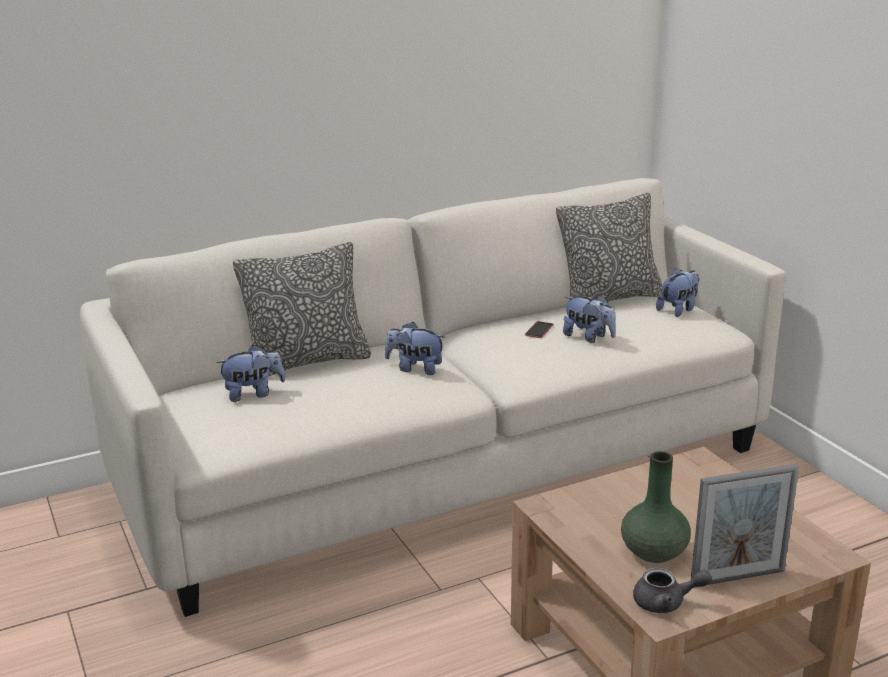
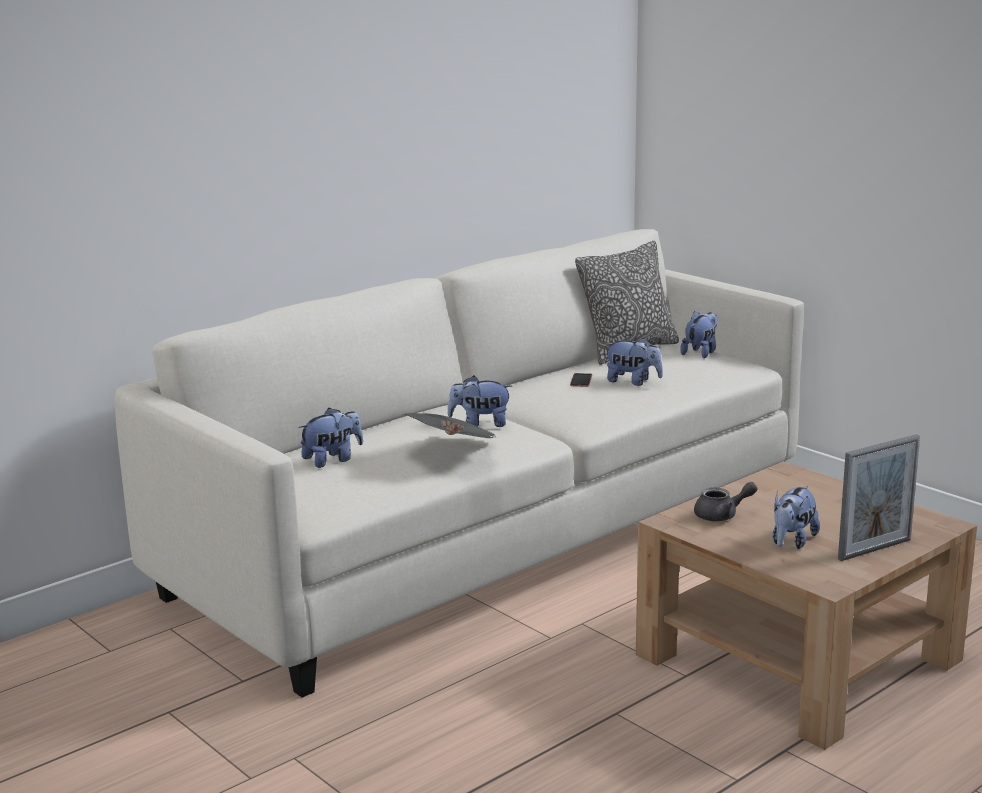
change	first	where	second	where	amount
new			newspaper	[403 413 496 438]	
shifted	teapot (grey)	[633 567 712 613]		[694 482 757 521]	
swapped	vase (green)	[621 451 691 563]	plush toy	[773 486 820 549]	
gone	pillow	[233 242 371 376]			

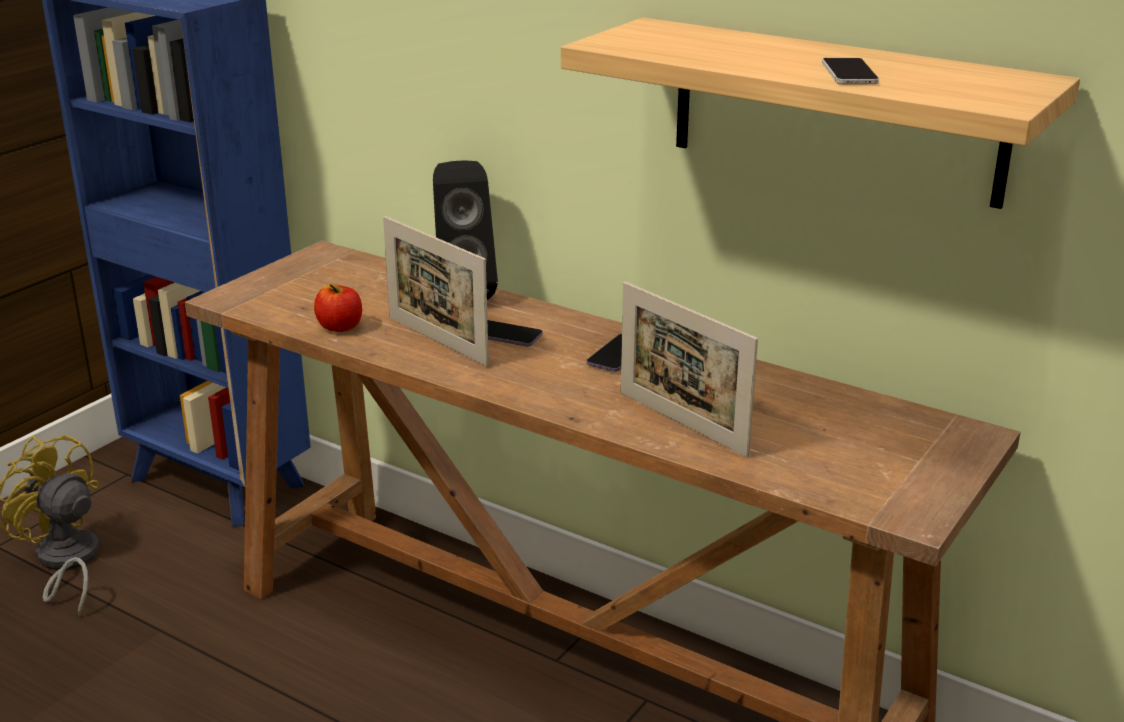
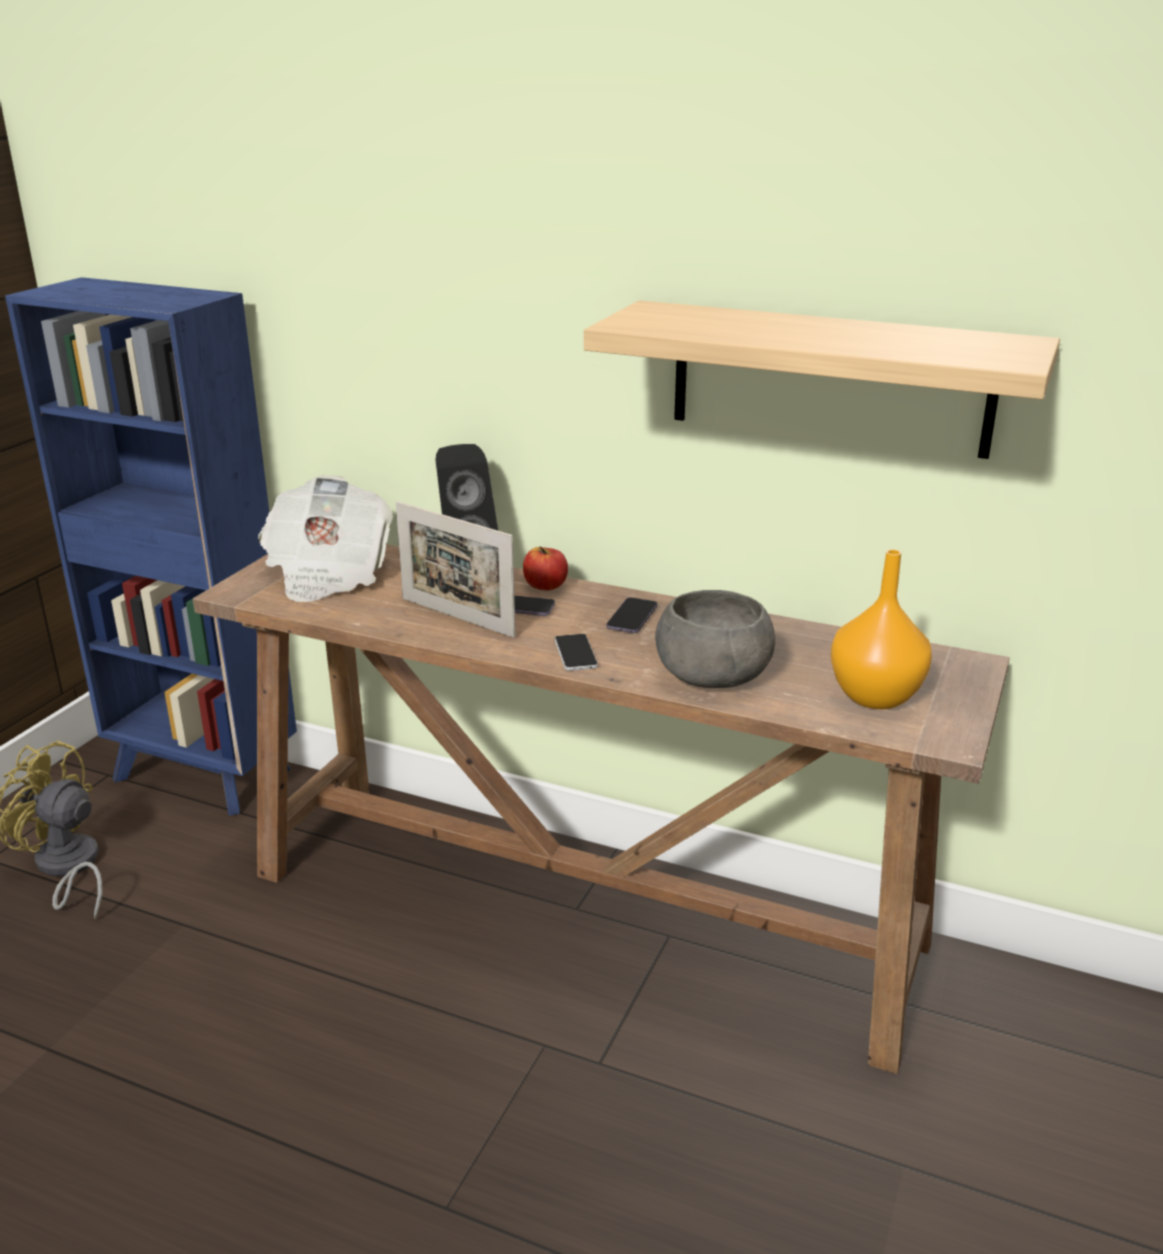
change	first	where	second	where	amount
new			newspaper	[258 475 393 602]	
shifted	apple	[314 284 362 332]		[523 547 568 590]	
shifted	phone	[822 58 879 84]		[555 634 598 671]	
swapped	picture frame	[621 281 758 457]	bowl (grey)	[655 590 775 688]	
new			vase (orange)	[831 549 932 709]	

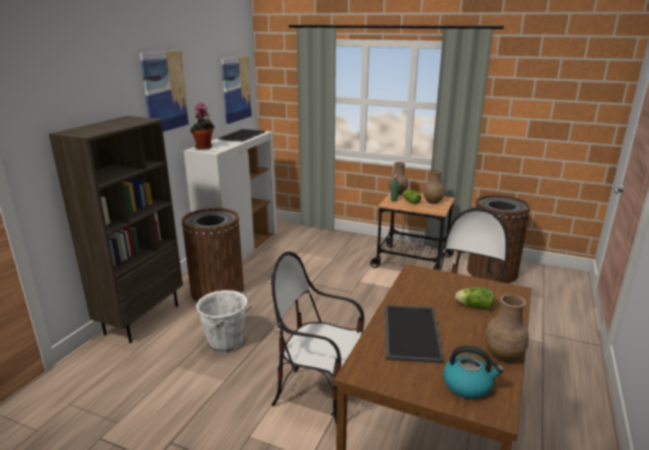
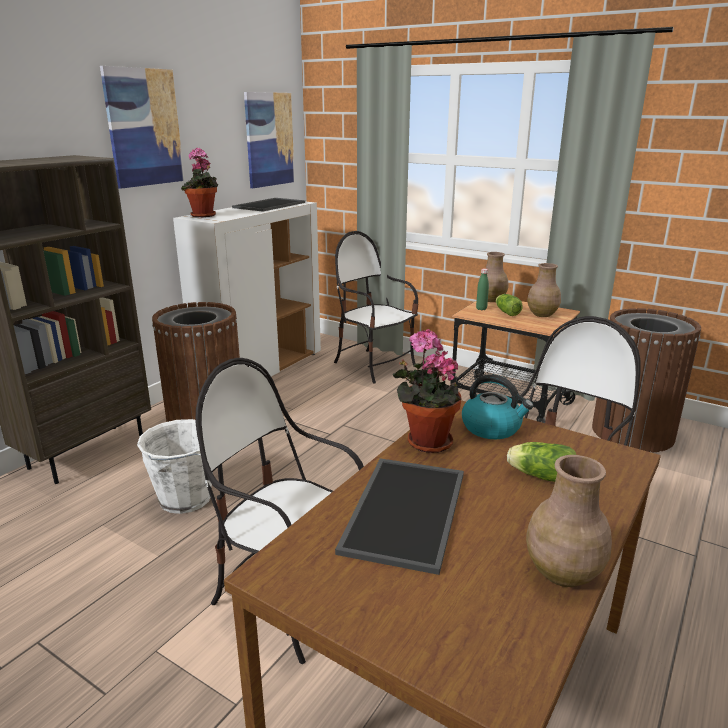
change	first	where	second	where	amount
new			chair	[334 231 418 383]	
new			potted plant	[393 329 461 453]	
shifted	kettle	[443 346 504 399]		[462 374 533 439]	

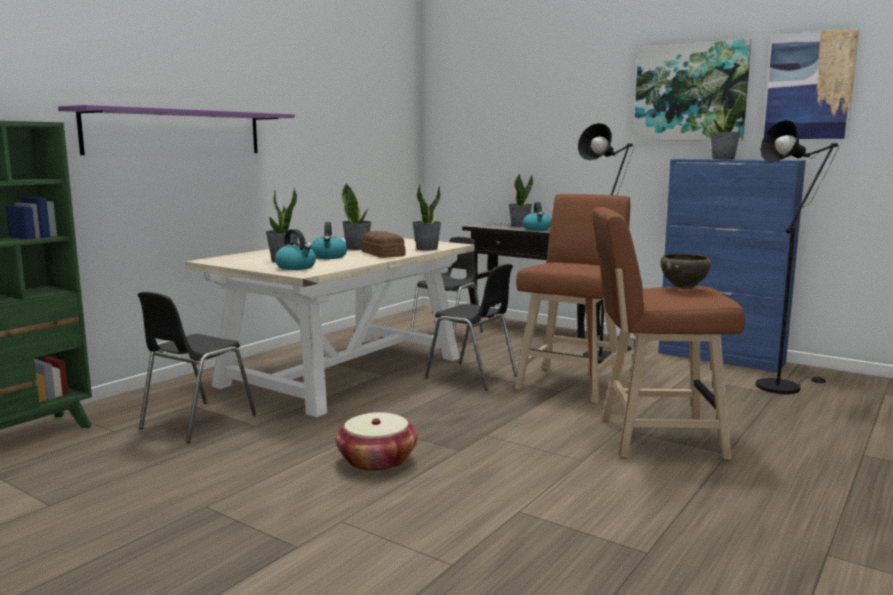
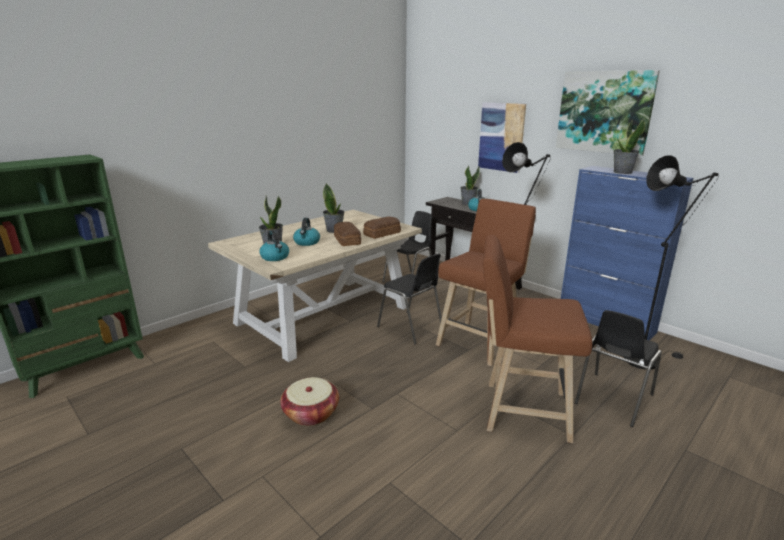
change	first	where	second	where	amount
swapped	potted plant	[412 184 441 250]	bread	[363 217 401 239]	
shifted	picture	[764 28 859 139]		[478 102 526 173]	
shifted	chair (black)	[138 292 257 443]		[575 310 662 427]	
gone	shelf (purple)	[58 105 295 155]			
gone	bowl (brown)	[661 254 711 289]			

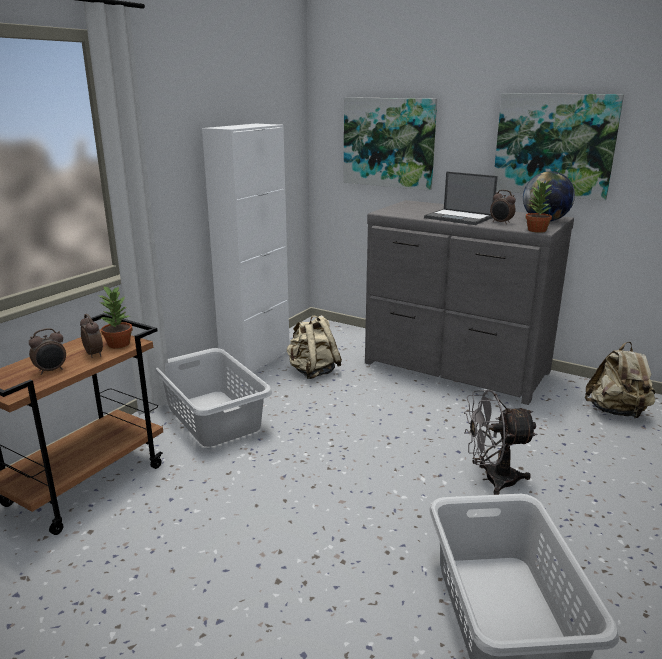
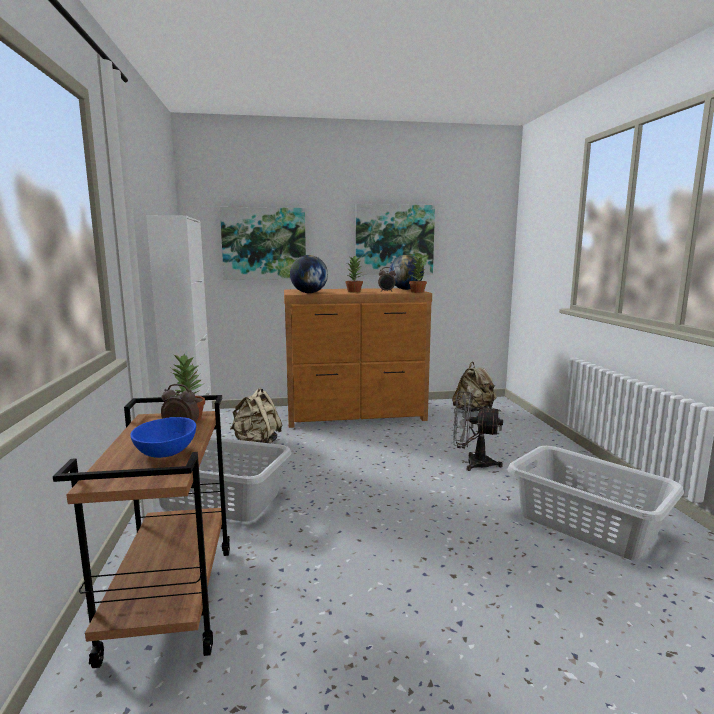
change	first	where	second	where	amount
swapped	alarm clock	[29 328 66 375]	bowl (blue)	[130 417 196 458]	
repainted	dresser (grey)	[365 200 574 405]	dresser (brown)	[284 288 432 428]	
new			globe	[290 255 328 293]	
swapped	laptop	[424 171 498 225]	potted plant	[345 255 363 293]	
rotated	fan (grey)	[464 390 537 495]		[453 392 503 471]	60 degrees clockwise

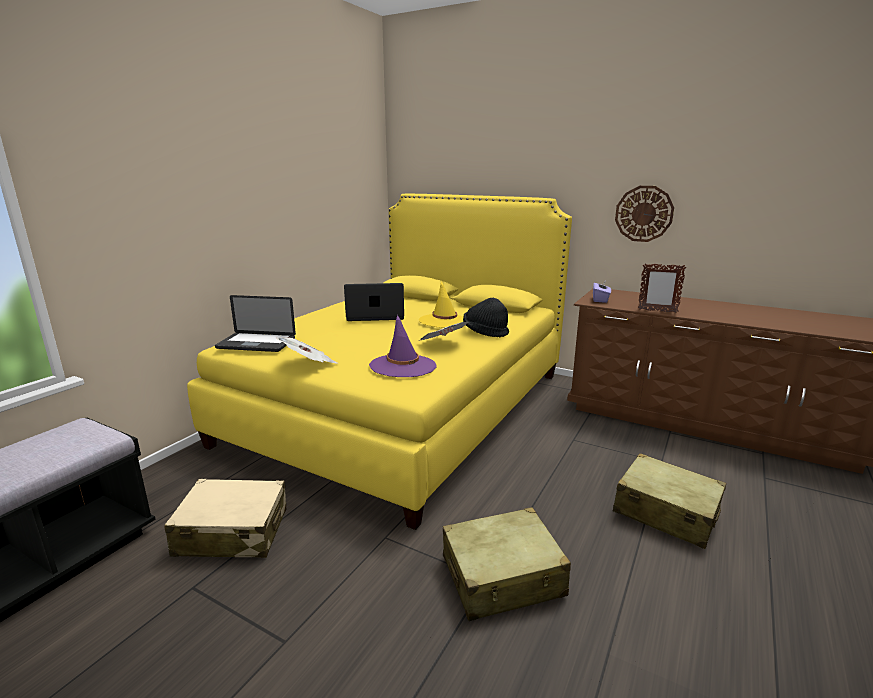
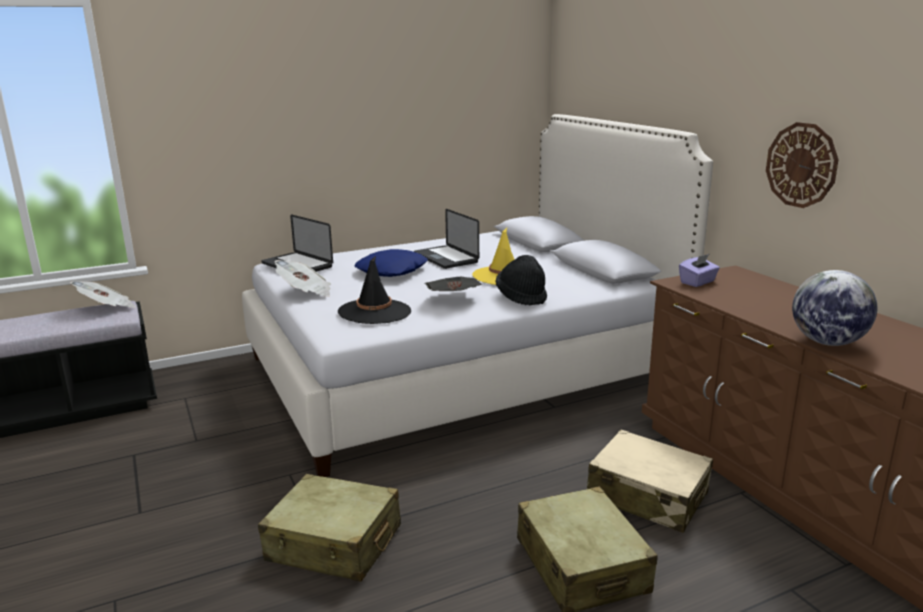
change	first	where	second	where	amount
new			newspaper	[70 281 136 308]	
repainted	bed (yellow)	[187 194 572 530]	bed (white)	[242 114 713 477]	
repainted	hat (purple)	[369 315 437 377]	hat (black)	[338 256 411 324]	
new			pillow (blue)	[354 249 428 277]	
rotated	laptop	[344 283 404 321]		[414 209 479 269]	150 degrees counterclockwise
shifted	suitcase (beige)	[165 479 286 558]		[587 429 713 533]	
new			globe	[792 270 877 346]	
gone	picture frame	[638 263 686 313]			

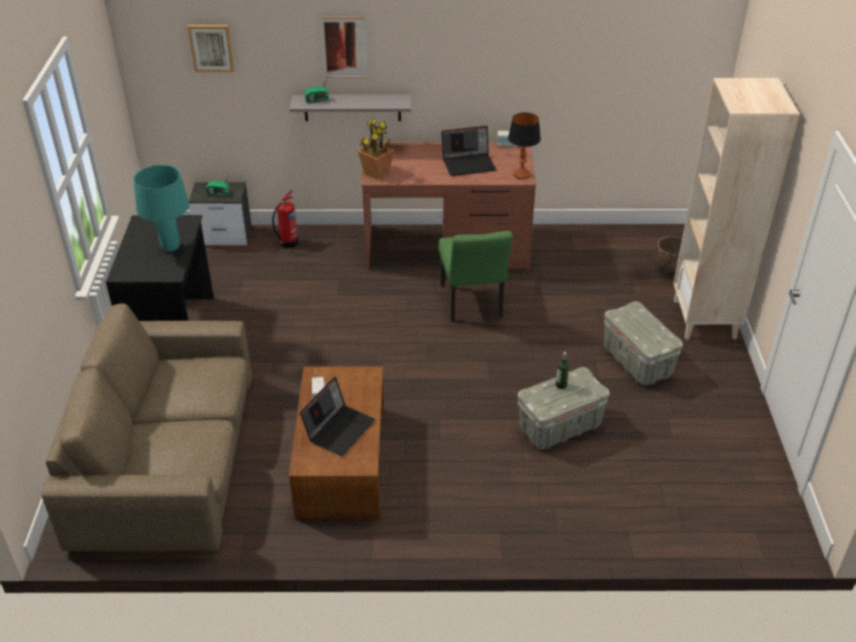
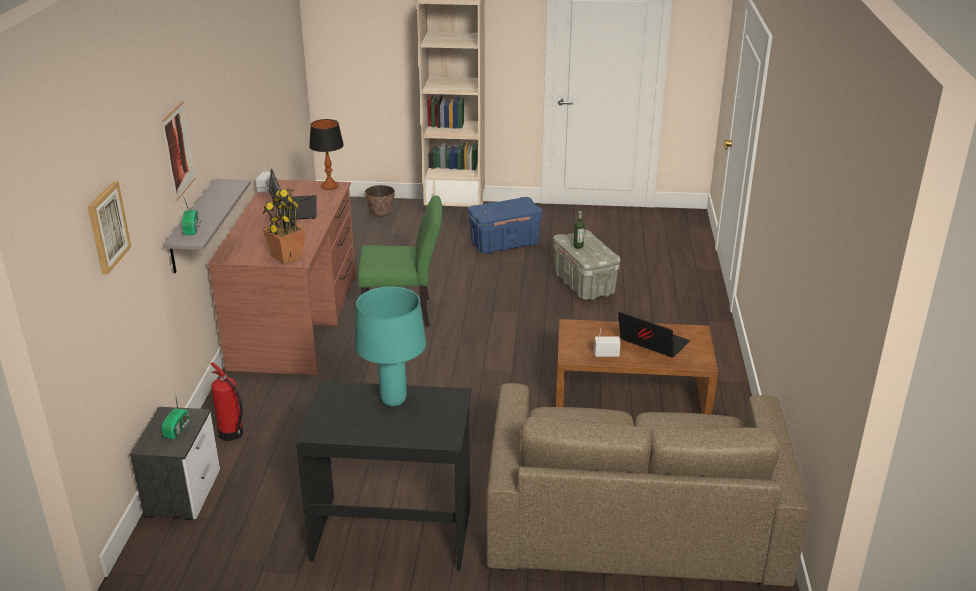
change	first	where	second	where	amount
repainted	storage box (grey)	[604 301 683 385]	storage box (blue)	[468 197 543 254]	

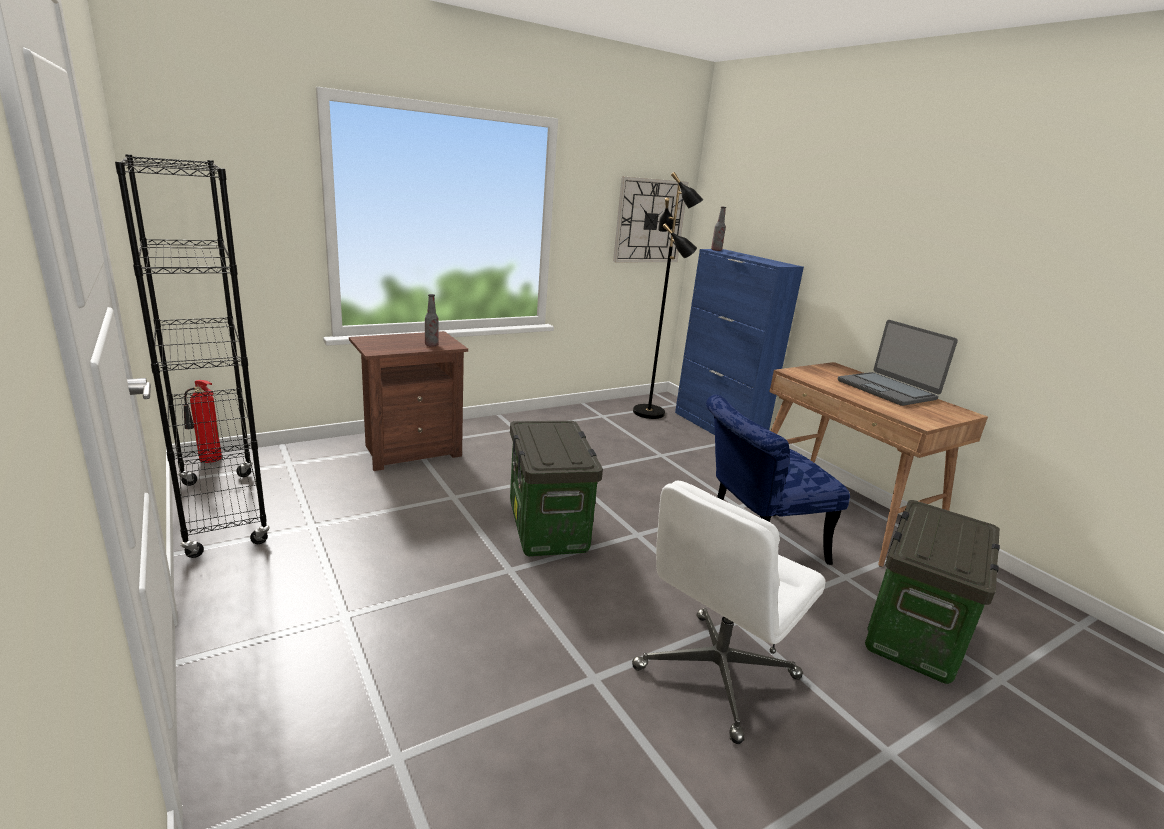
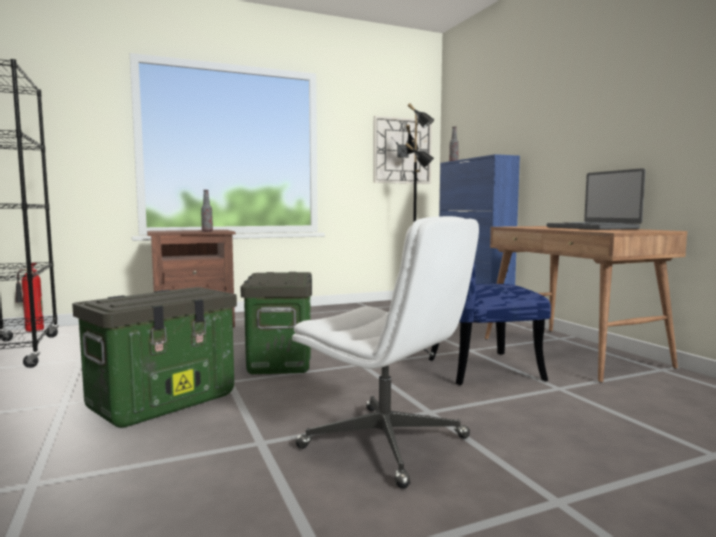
change	first	where	second	where	amount
shifted	storage box	[865 500 1000 684]		[72 287 237 428]	
rotated	office chair (white)	[632 481 825 744]		[292 216 479 489]	105 degrees counterclockwise

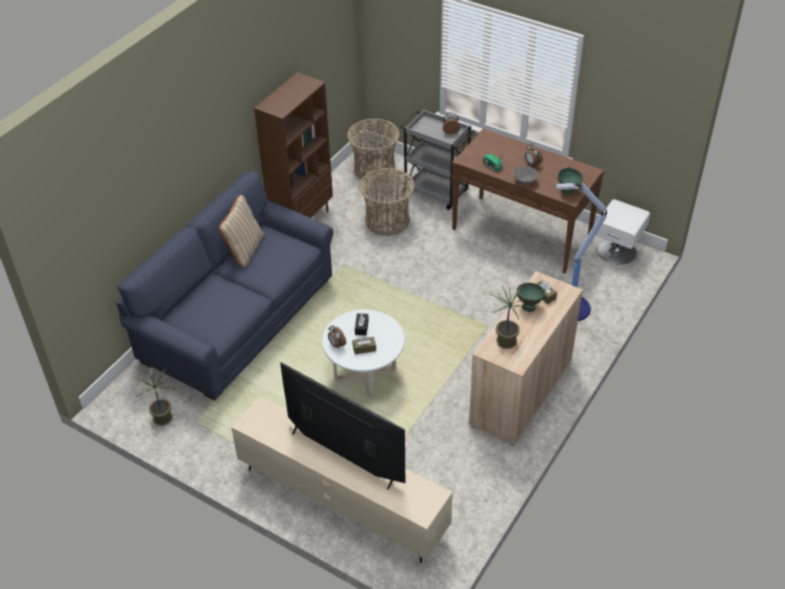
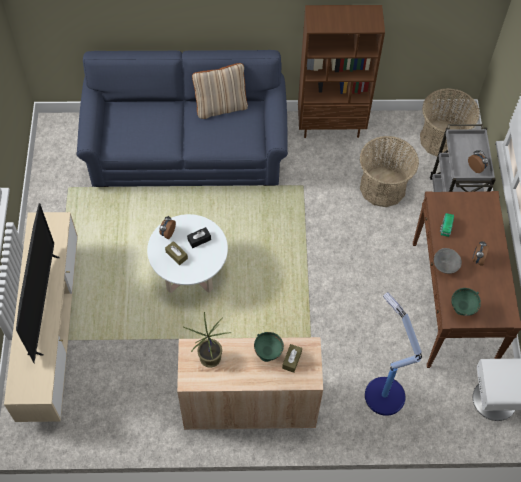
change	first	where	second	where	amount
gone	potted plant	[135 368 175 426]			

